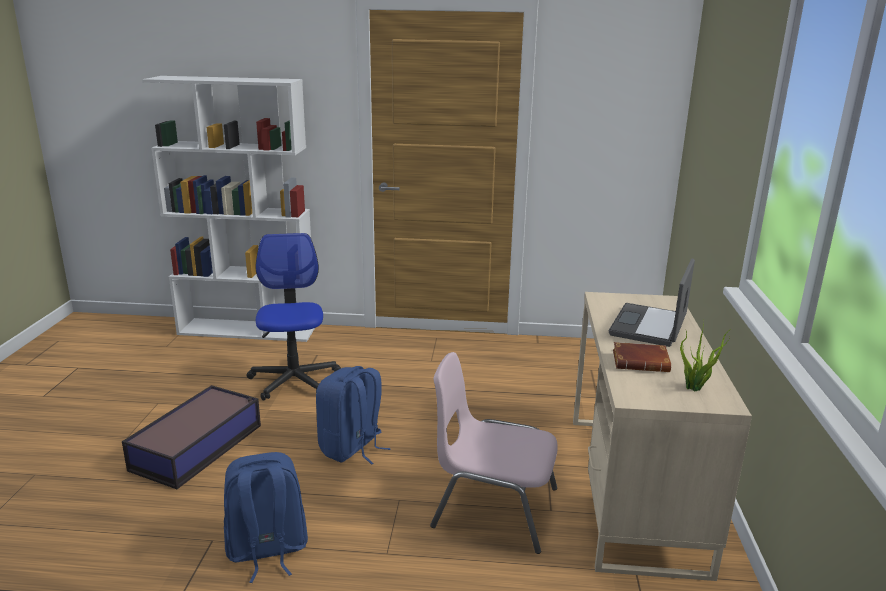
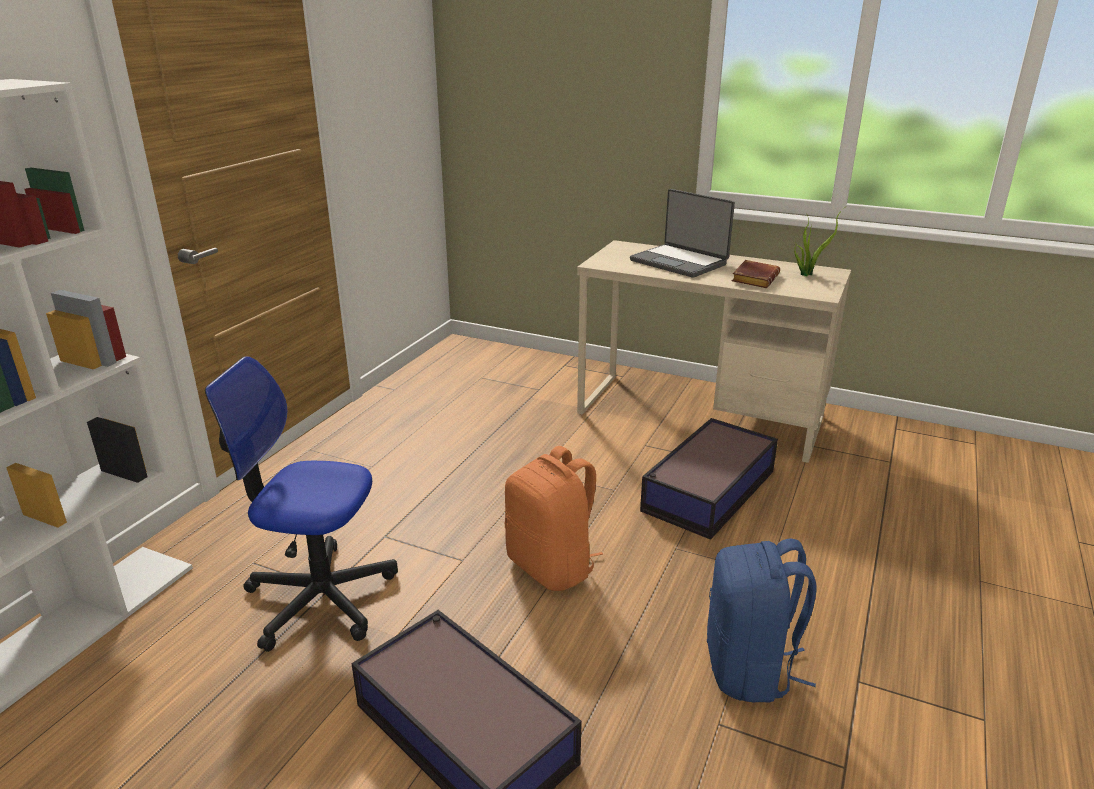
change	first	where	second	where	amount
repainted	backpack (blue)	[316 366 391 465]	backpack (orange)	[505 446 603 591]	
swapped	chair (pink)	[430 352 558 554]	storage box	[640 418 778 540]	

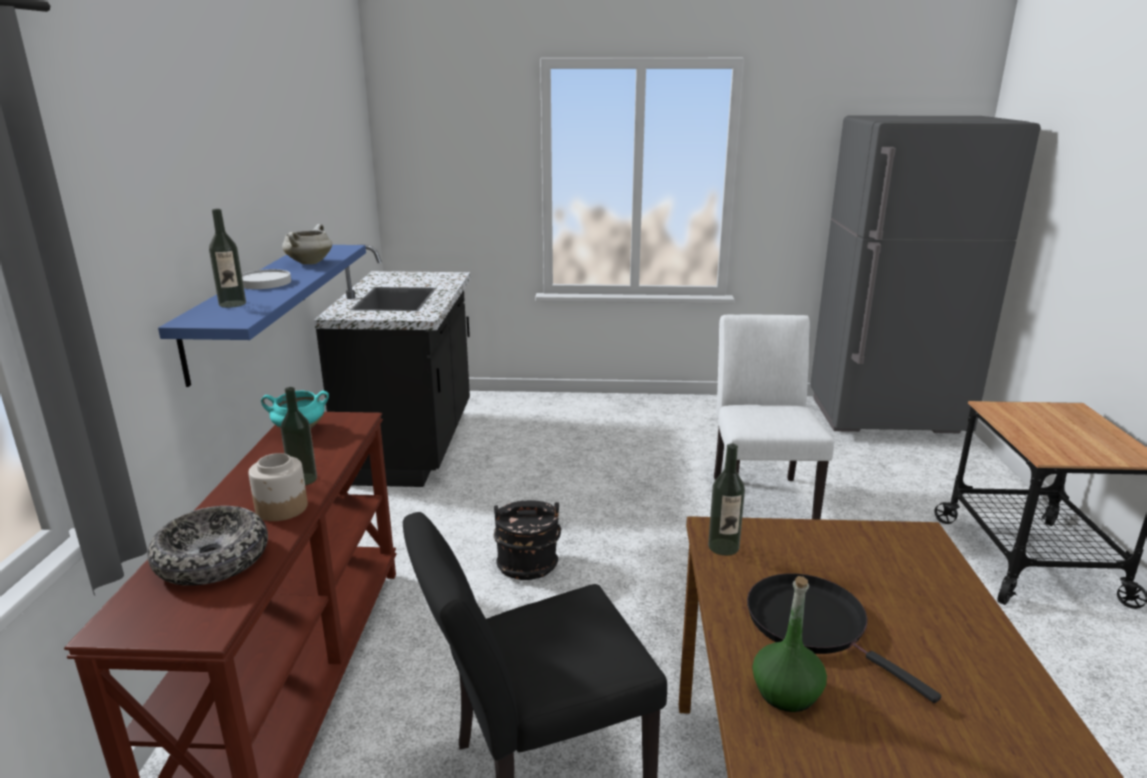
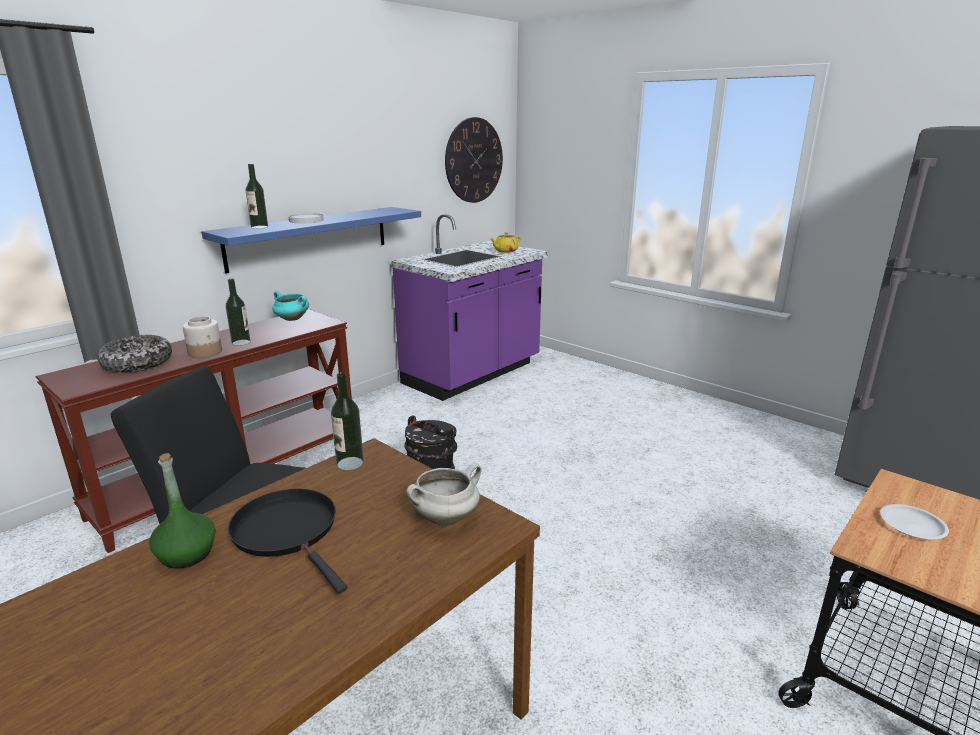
change	first	where	second	where	amount
rotated	frying pan (black)	[747 574 941 703]		[228 489 347 594]	45 degrees counterclockwise
repainted	counter (black)	[314 244 470 487]	counter (purple)	[391 214 548 401]	
shifted	cooking pot (white)	[282 224 332 264]		[406 463 481 526]	
new			wall clock	[445 117 503 203]	
new			teapot (yellow)	[490 232 521 253]	
new			plate (white)	[880 504 949 539]	
gone	chair (white)	[714 315 834 519]			

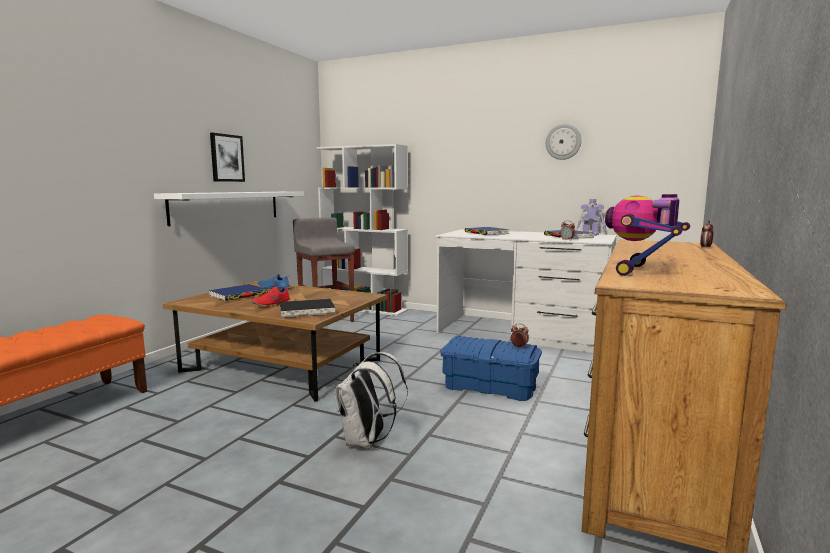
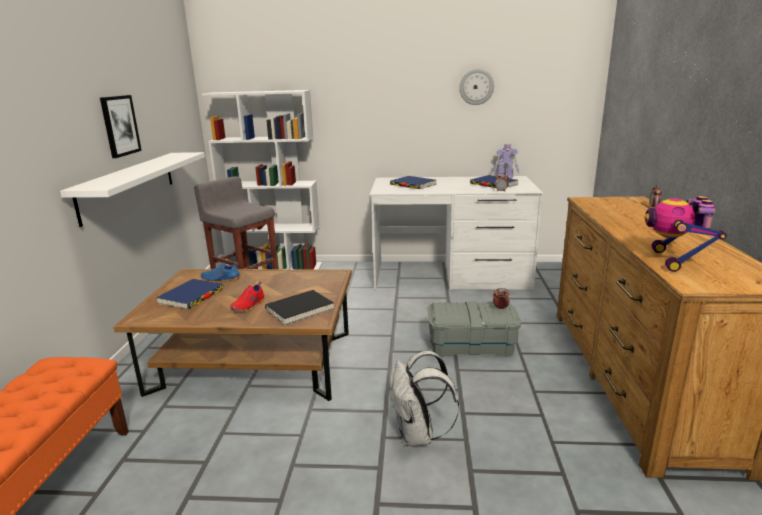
change	first	where	second	where	amount
repainted	storage box (blue)	[440 336 542 401]	storage box (grey)	[427 302 522 357]	

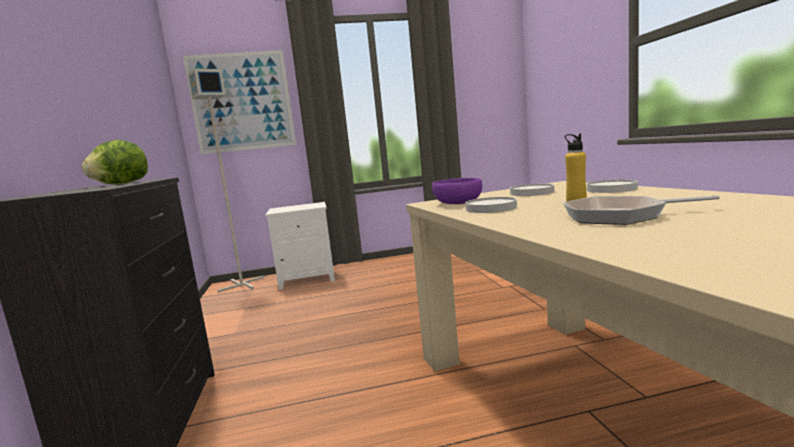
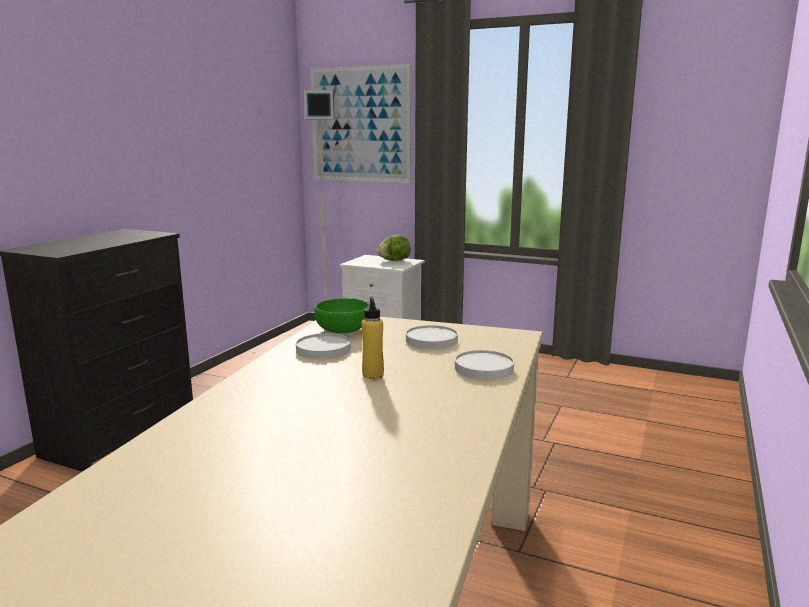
change	first	where	second	where	amount
repainted	bowl (purple)	[432 178 482 204]	bowl (green)	[314 298 370 333]	
shifted	lettuce	[82 140 148 184]		[377 235 410 261]	
gone	frying pan	[563 195 720 225]			

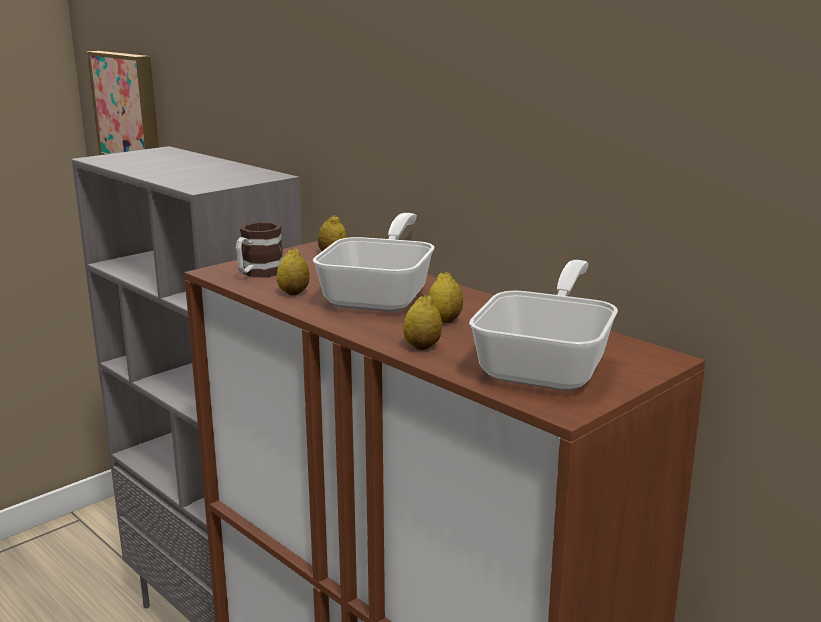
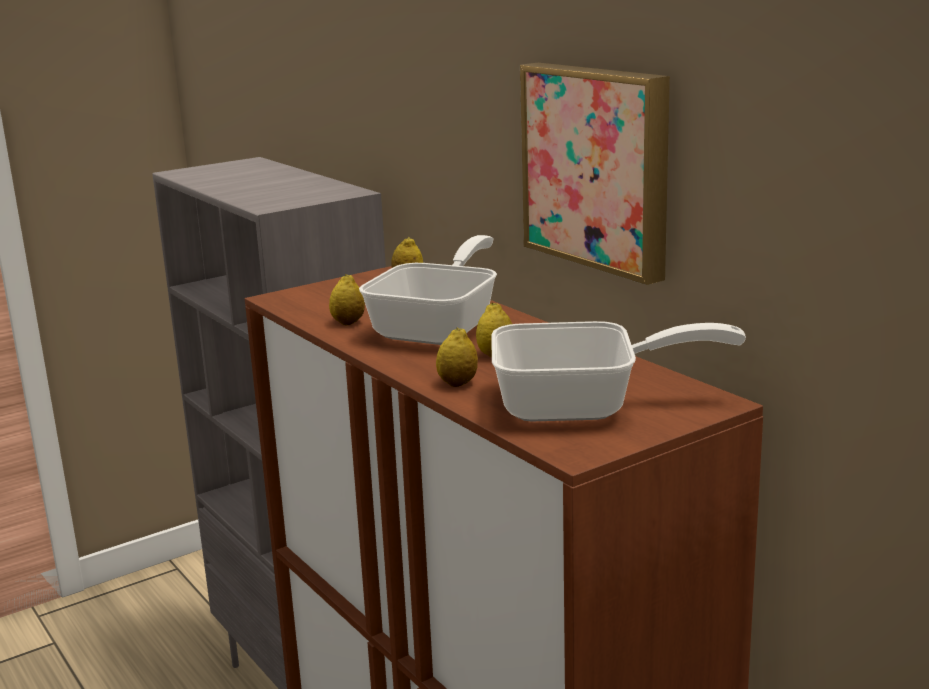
change	first	where	second	where	amount
rotated	frying pan	[469 260 618 391]		[492 321 746 421]	60 degrees clockwise
shifted	picture	[87 51 159 155]		[520 63 670 285]	
gone	mug	[236 222 283 277]			

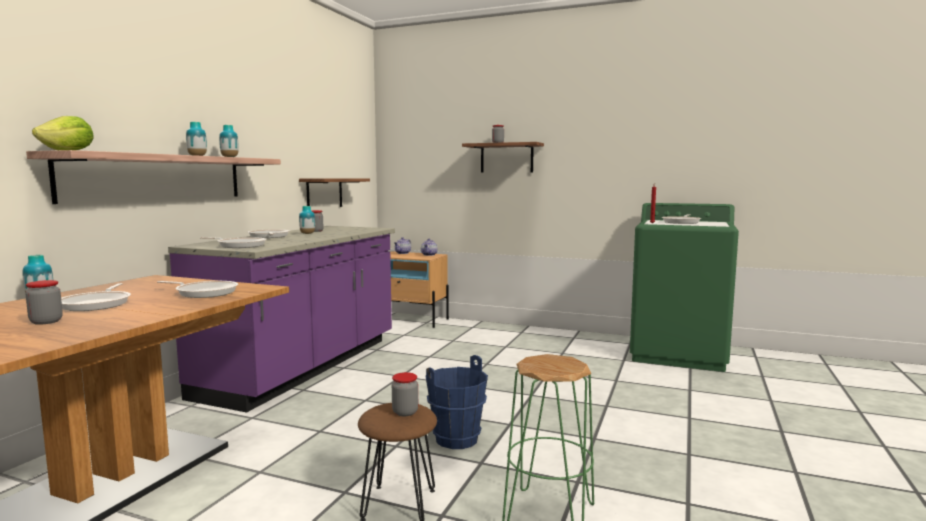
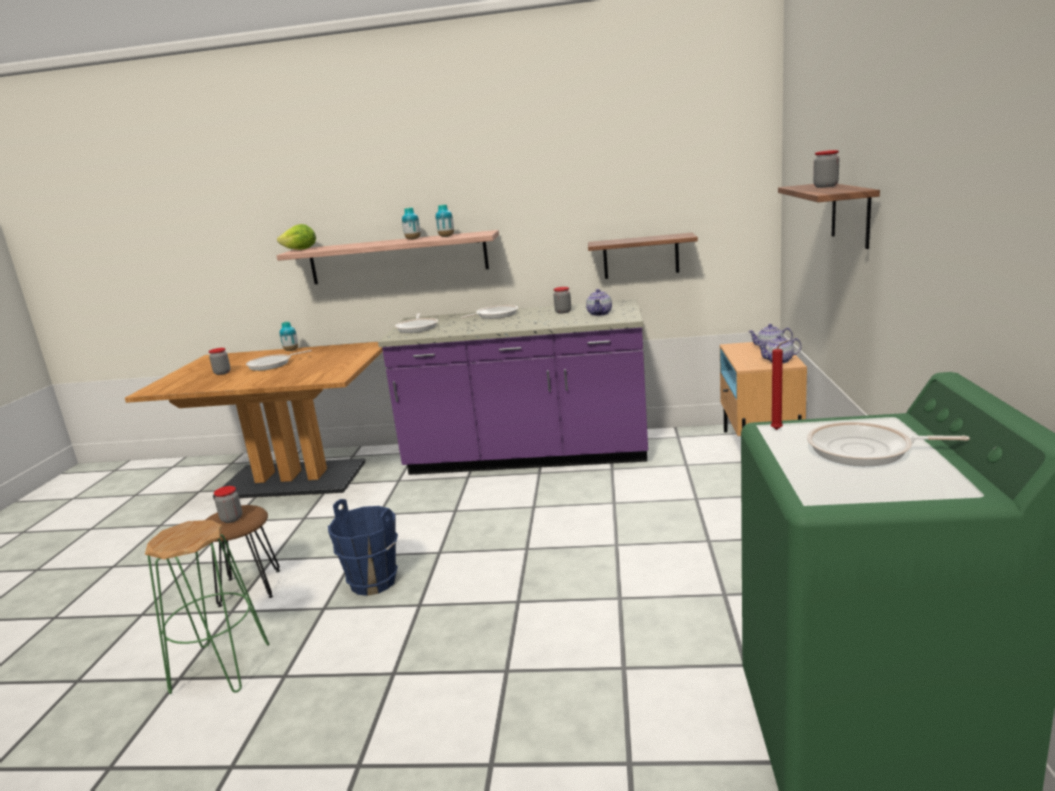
change	first	where	second	where	amount
new			teapot	[586 289 612 316]	
gone	frying pan	[157 281 238 298]			
gone	vase	[299 206 315 234]			

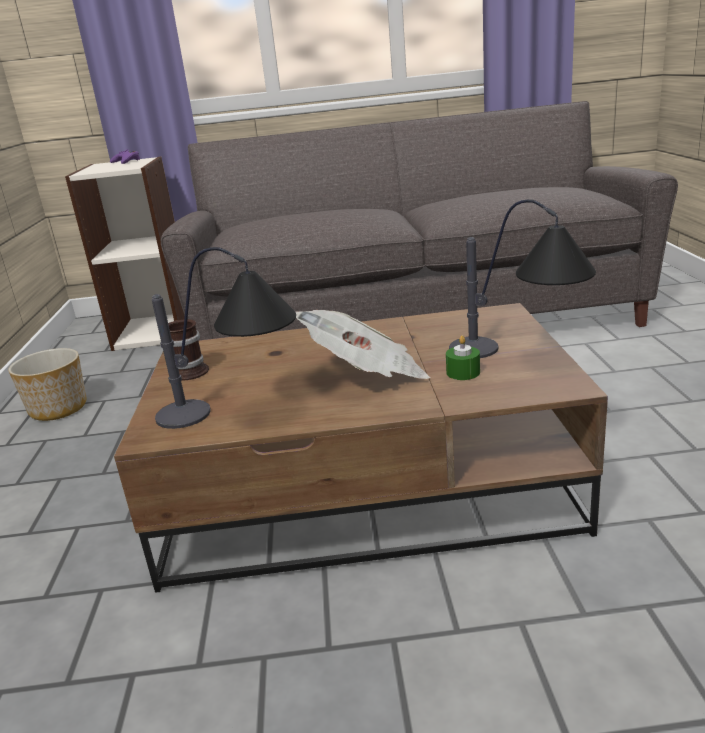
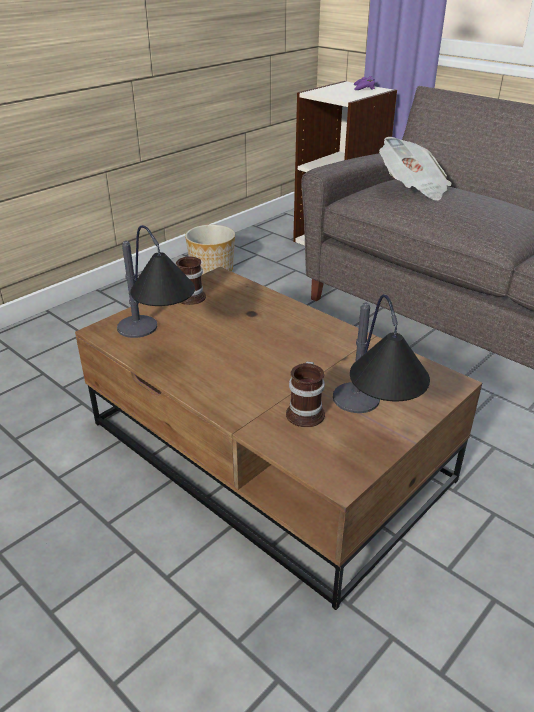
change	first	where	second	where	amount
swapped	candle (green)	[446 336 480 380]	mug	[286 361 325 427]	
shifted	newspaper	[296 310 430 379]		[379 137 452 201]	

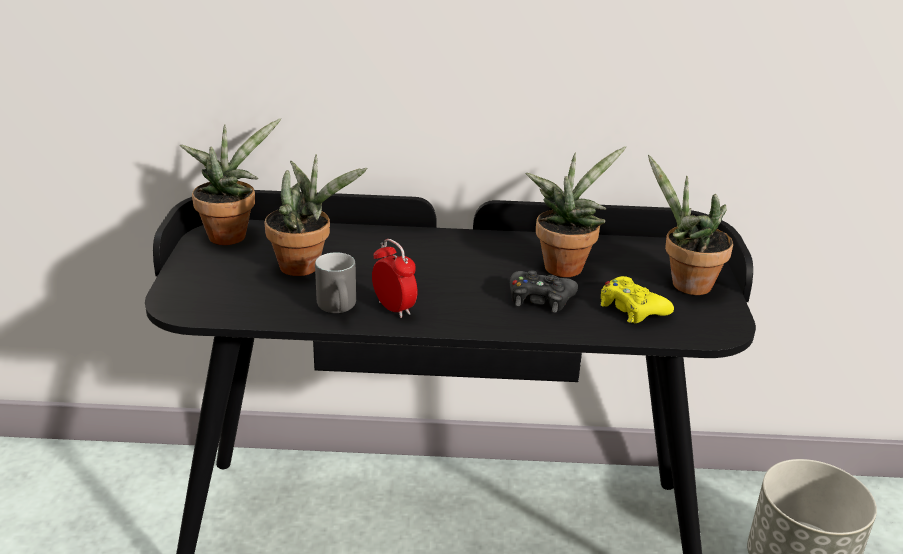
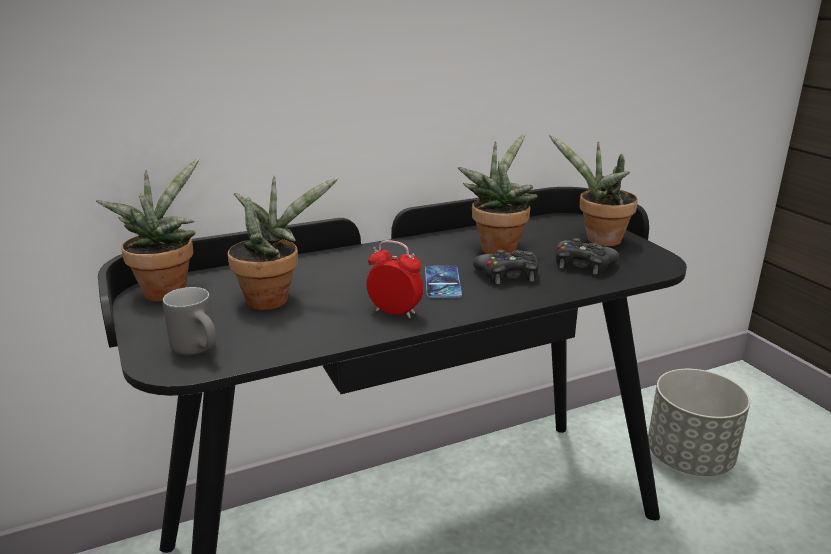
change	first	where	second	where	amount
shifted	mug (grey)	[315 252 356 313]		[163 287 217 355]	
new			phone	[425 266 462 298]	
repainted	game controller (yellow)	[600 276 674 323]	game controller (black)	[556 238 619 275]	

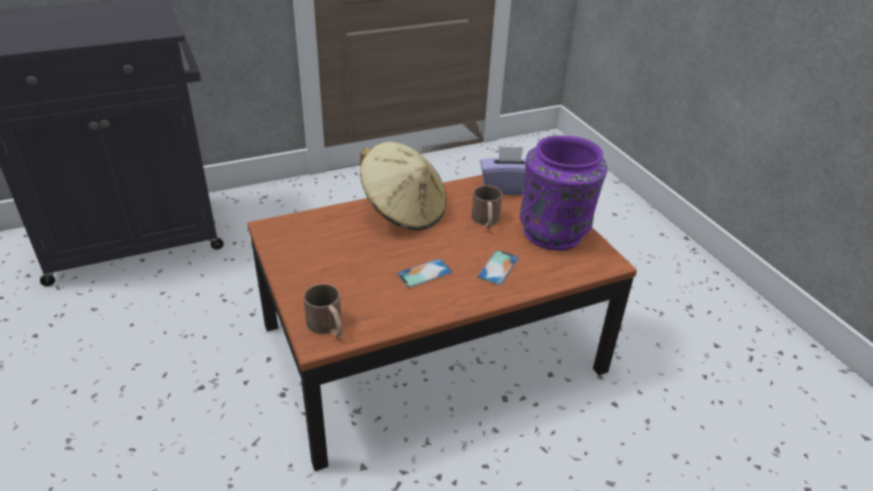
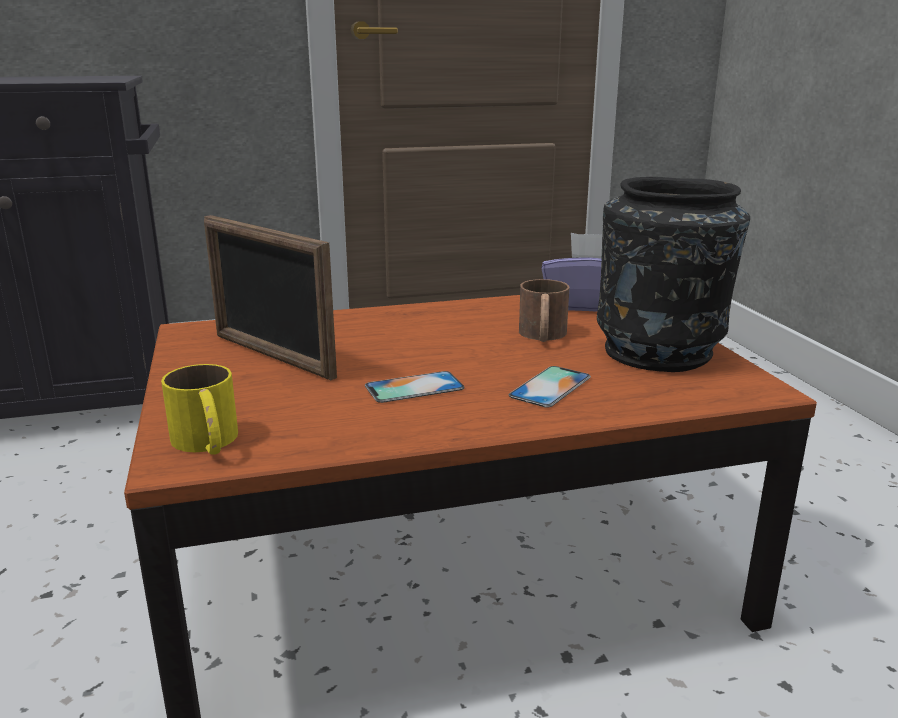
change	first	where	second	where	amount
repainted	mug (brown)	[303 284 343 337]	mug (yellow)	[161 364 238 455]	
new			picture frame	[204 215 337 380]	
repainted	vase (purple)	[520 135 608 251]	vase (black)	[597 177 750 372]	
gone	hat (beige)	[360 142 446 230]			

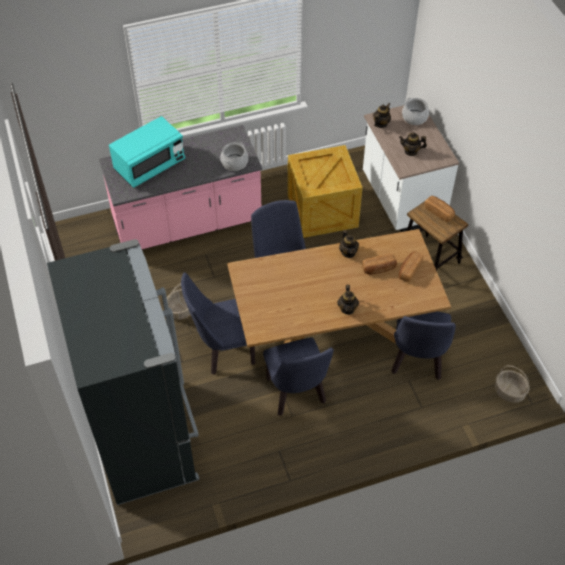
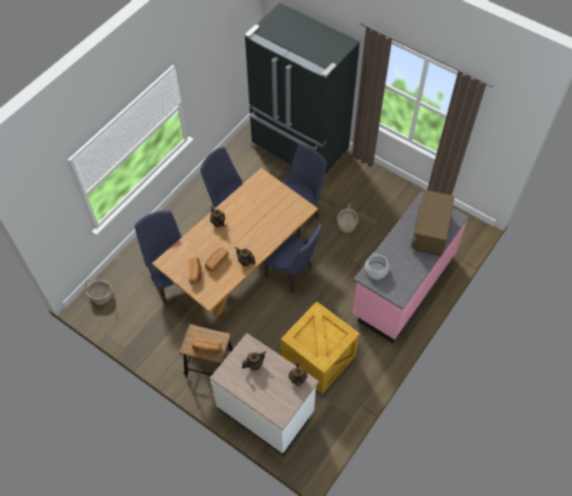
change	first	where	second	where	amount
repainted	microwave (turquoise)	[109 116 185 188]	microwave (brown)	[411 190 454 256]	
gone	cooking pot	[402 98 429 125]			

